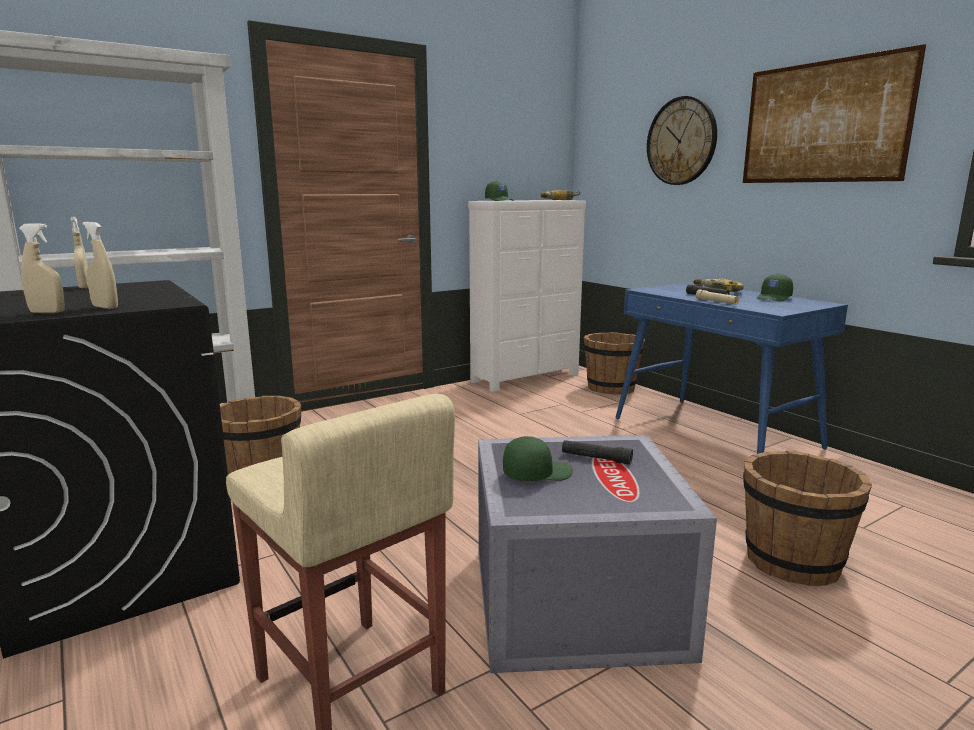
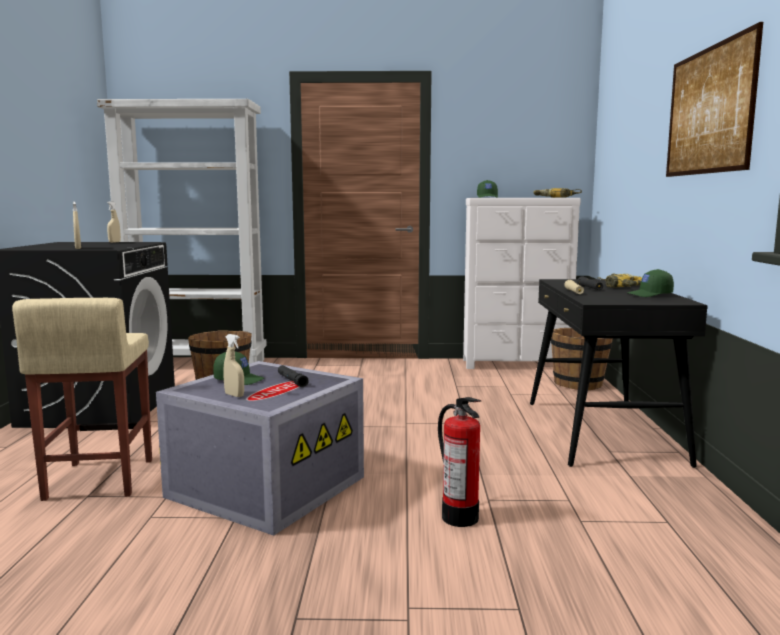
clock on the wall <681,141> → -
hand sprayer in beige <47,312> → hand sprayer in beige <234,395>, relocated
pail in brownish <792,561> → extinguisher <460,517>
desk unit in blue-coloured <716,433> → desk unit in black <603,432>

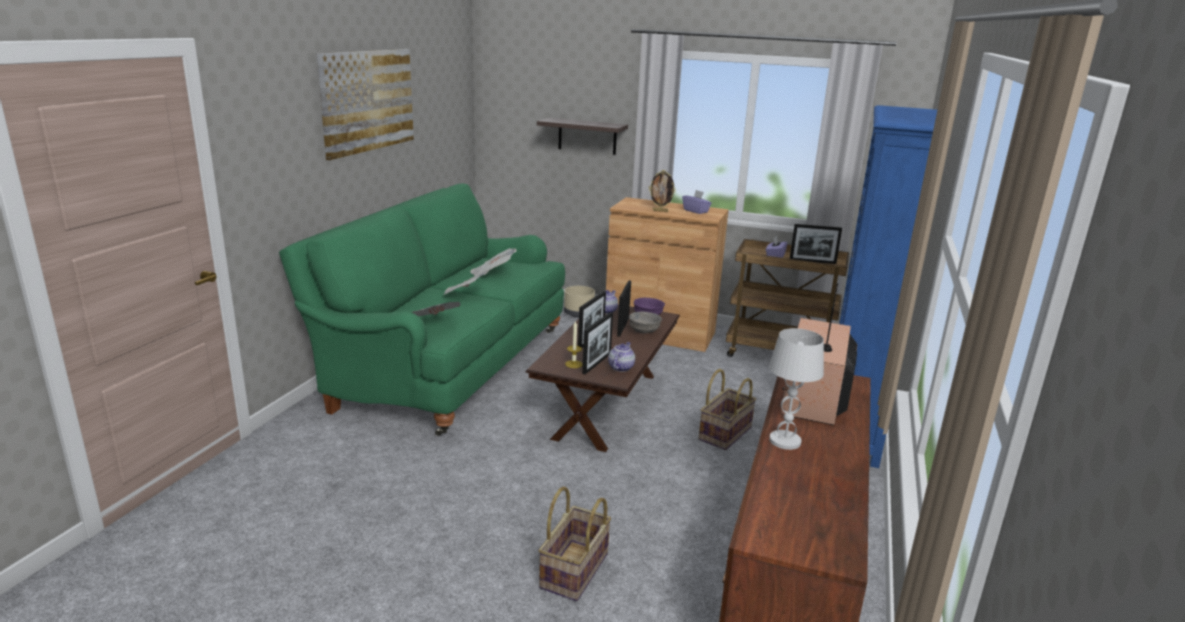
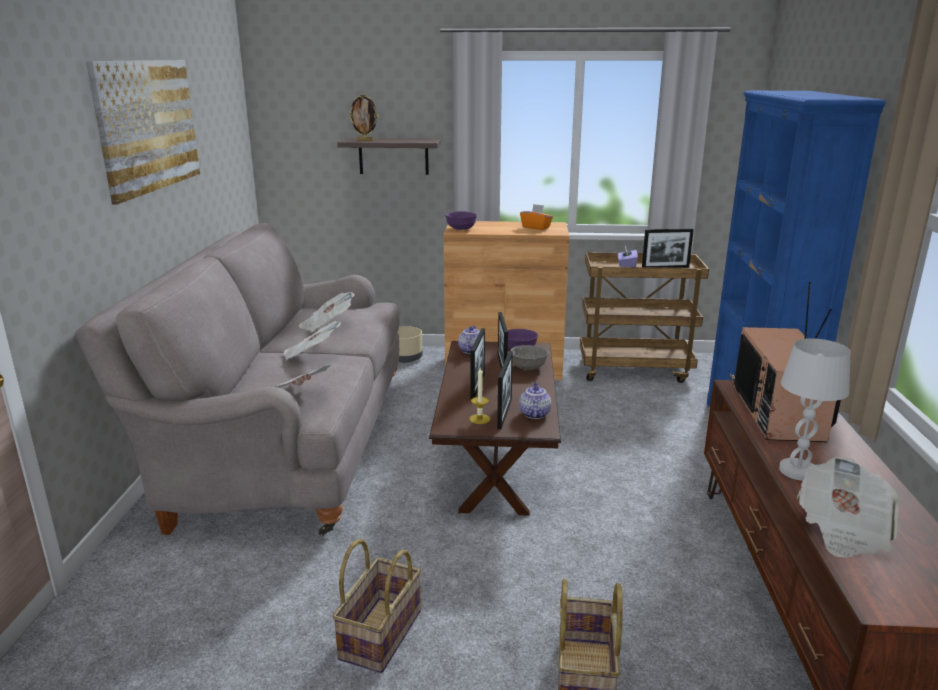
- → deep dish in purple-coloured <460,229>
- → newspaper <843,530>
picture frame <660,211> → picture frame <365,140>, relocated
storage basket <724,433> → storage basket <379,634>, relocated
couch in green-coloured <445,365> → couch in gray <285,444>
tissue holder in purple-coloured <696,211> → tissue holder in orange-coloured <536,227>

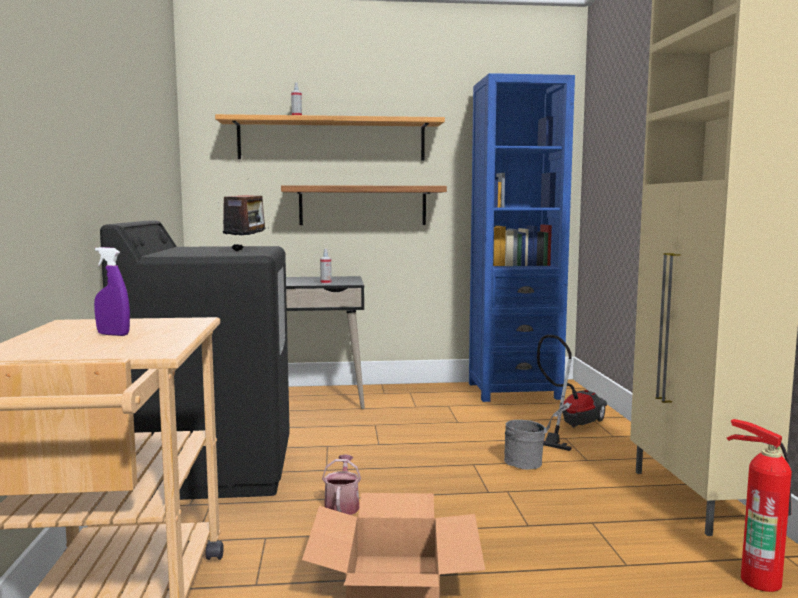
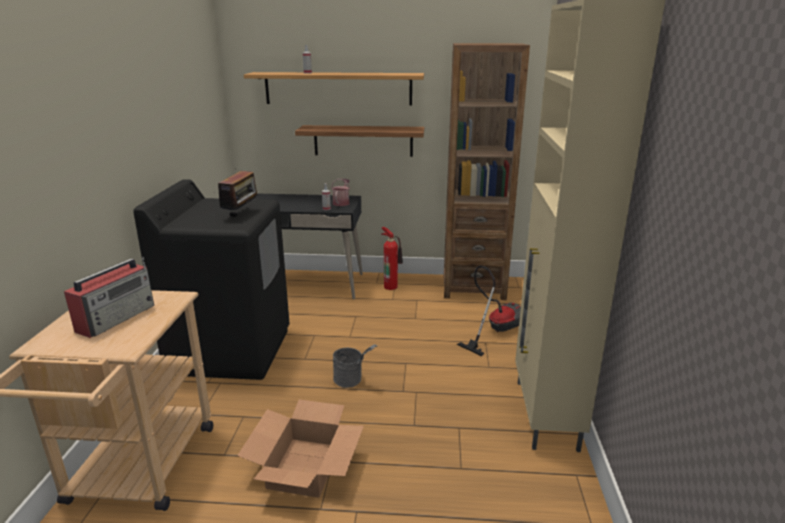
watering can <342,505> → watering can <341,202>, relocated
pail in gray <531,463> → pail in gray <352,381>, relocated
extinguisher <759,579> → extinguisher <391,286>, relocated
hand sprayer in purple-coloured <113,334> → radio set <117,317>
bookshelf in blue-coloured <514,391> → bookshelf in brownish <473,287>

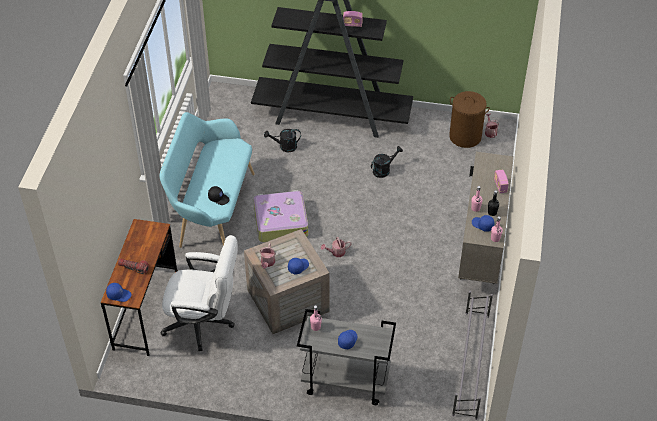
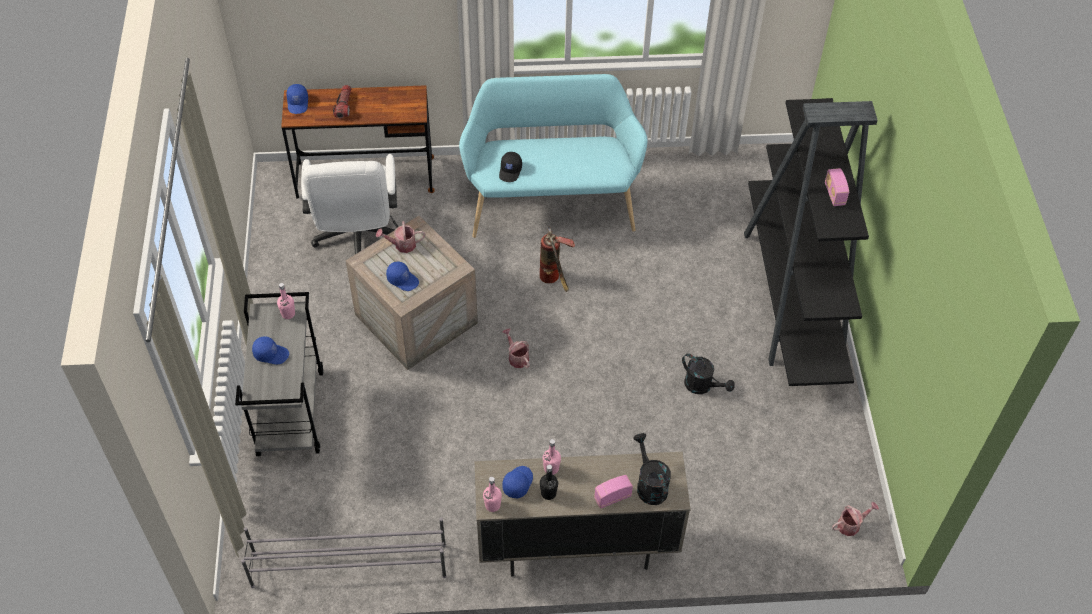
laundry basket in brownish <465,137> → -
watering can in black <285,147> → watering can in black <649,484>, relocated
piece of luggage <280,222> → extinguisher <554,280>

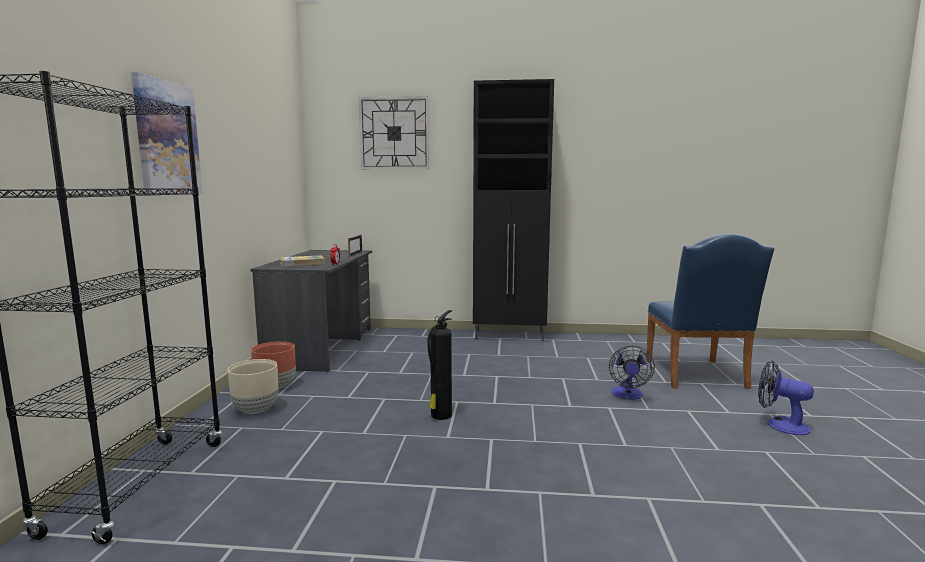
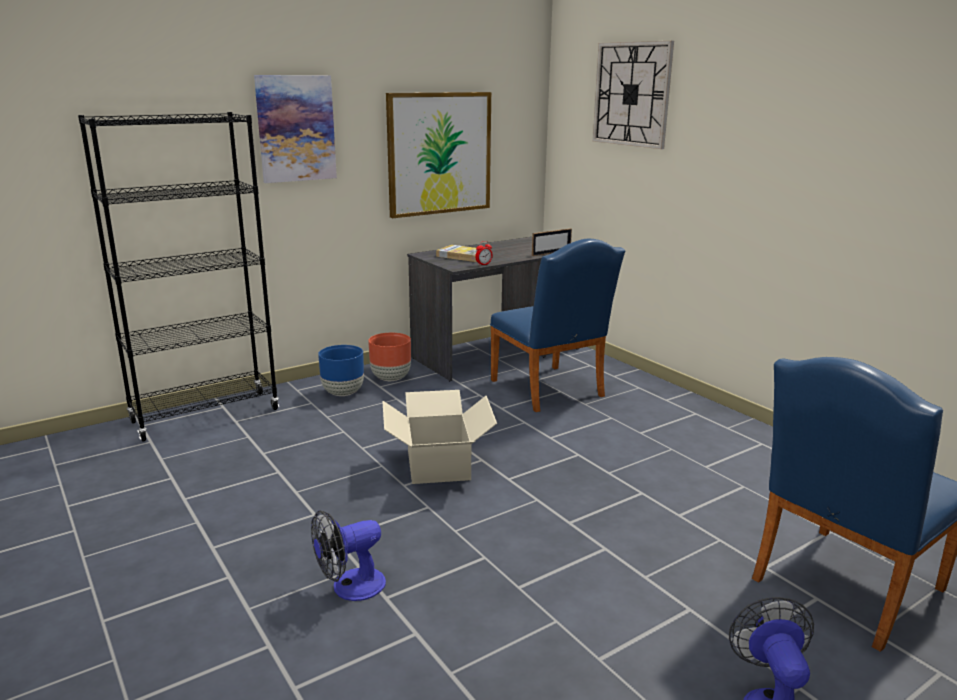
storage cabinet in black <510,336> → -
- → wall art <439,153>
- → upright chair in blue-coloured <550,391>
cooling fan <627,395> → cooling fan <350,587>, relocated
extinguisher <440,416> → packing box <439,465>
plant pot in beige <255,410> → plant pot in blue-coloured <342,393>

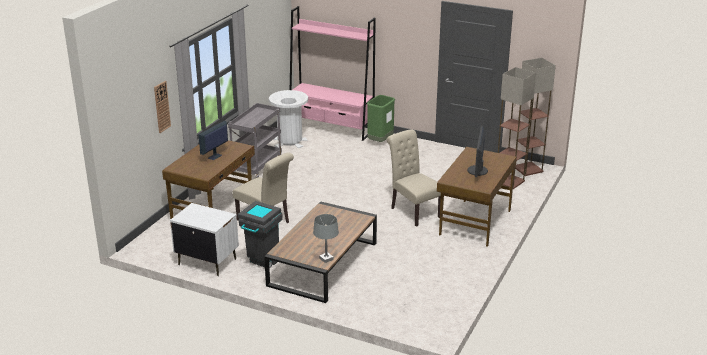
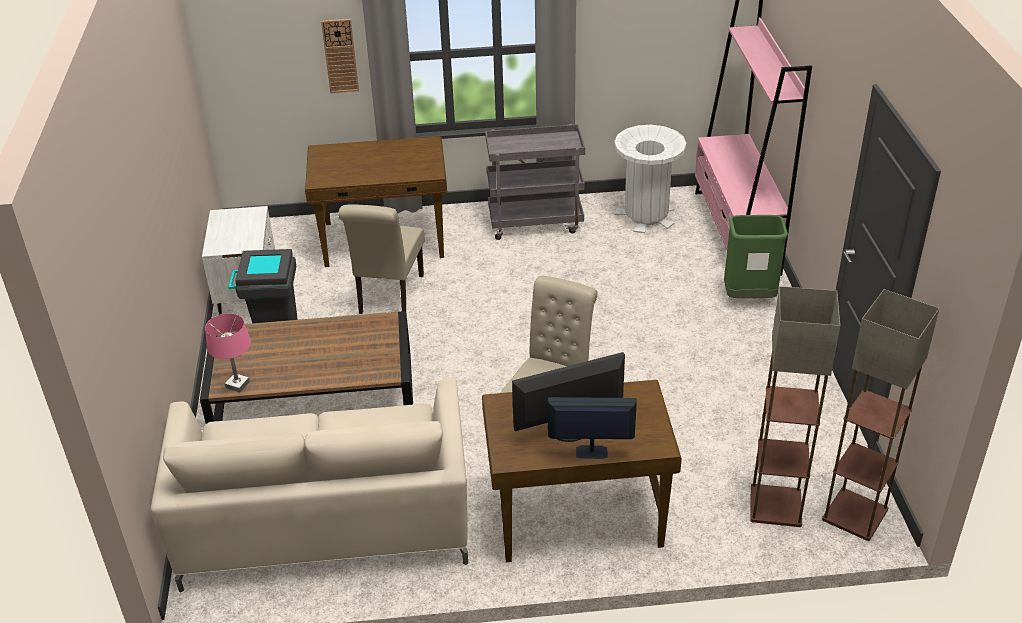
- → couch in beige <326,521>
computer screen <214,156> → computer screen <590,452>, relocated
lamp for a table in gray <326,259> → lamp for a table in pink-coloured <237,385>

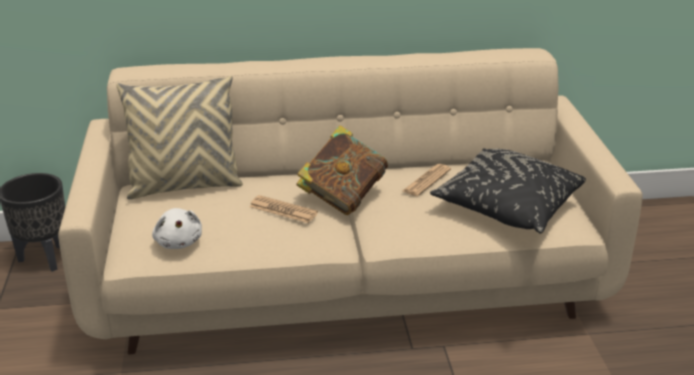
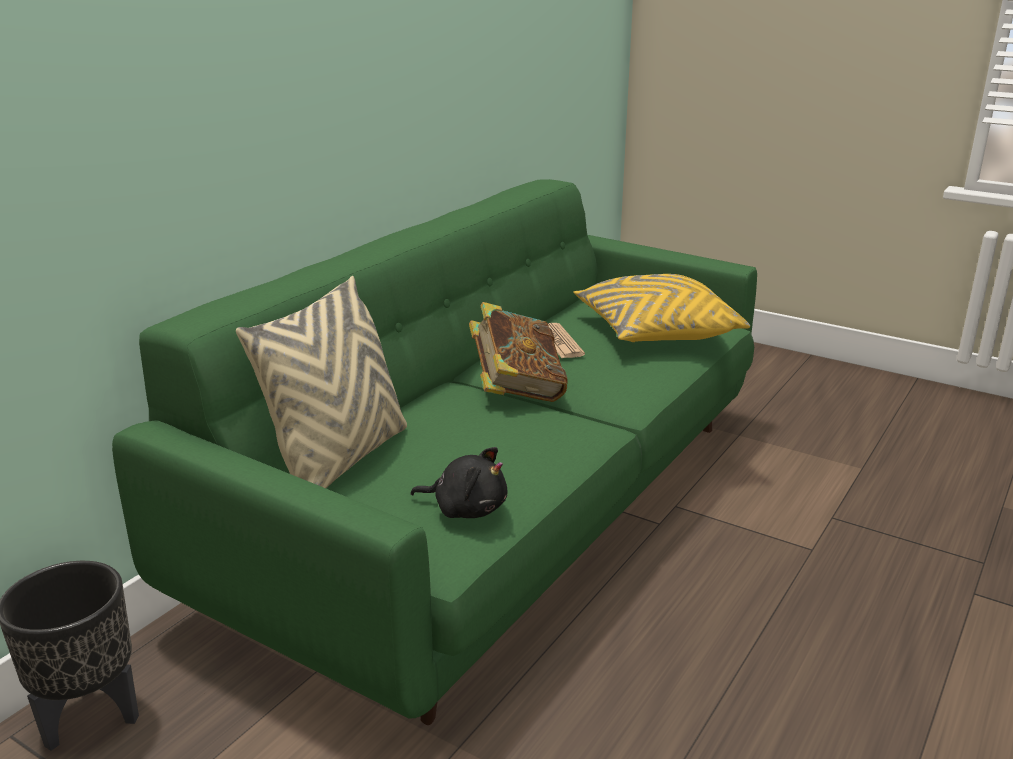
newspaper <283,210> → -
couch in beige <347,281> → couch in green-coloured <505,508>
soft toy in white-coloured <178,242> → soft toy in black <466,509>
cushion in black <507,207> → cushion in yellow-coloured <655,333>

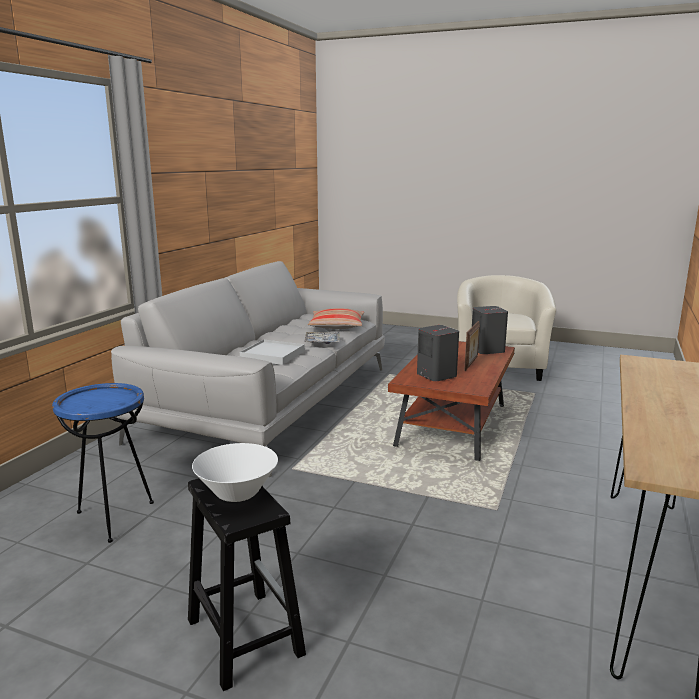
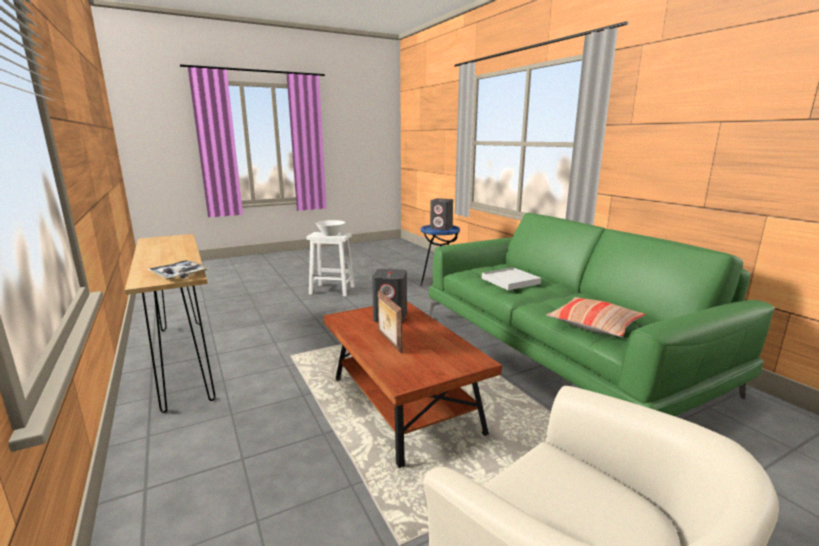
carrying tray <322,342> → carrying tray <179,275>, relocated
loudspeaker in gray <487,350> → loudspeaker in gray <441,228>, relocated
couch in gray <272,401> → couch in green-coloured <560,352>
sitting stool in black <243,636> → sitting stool in white-coloured <333,290>

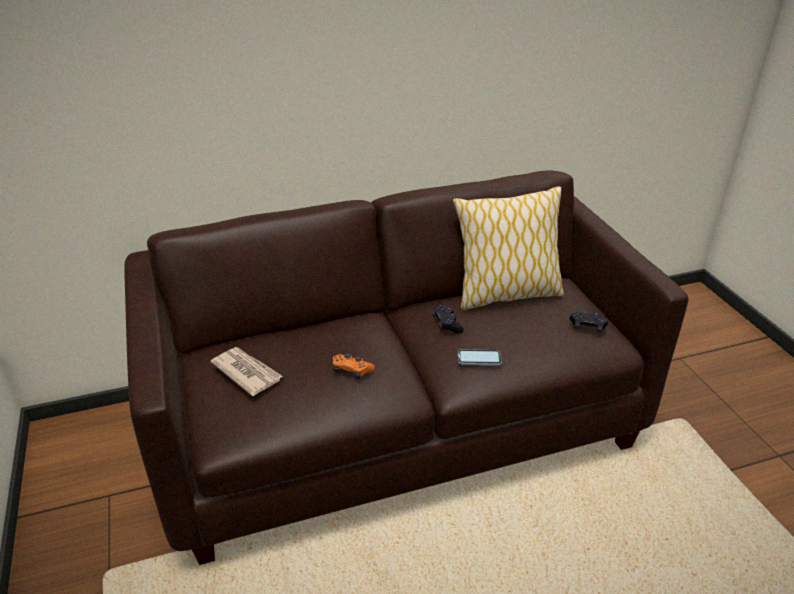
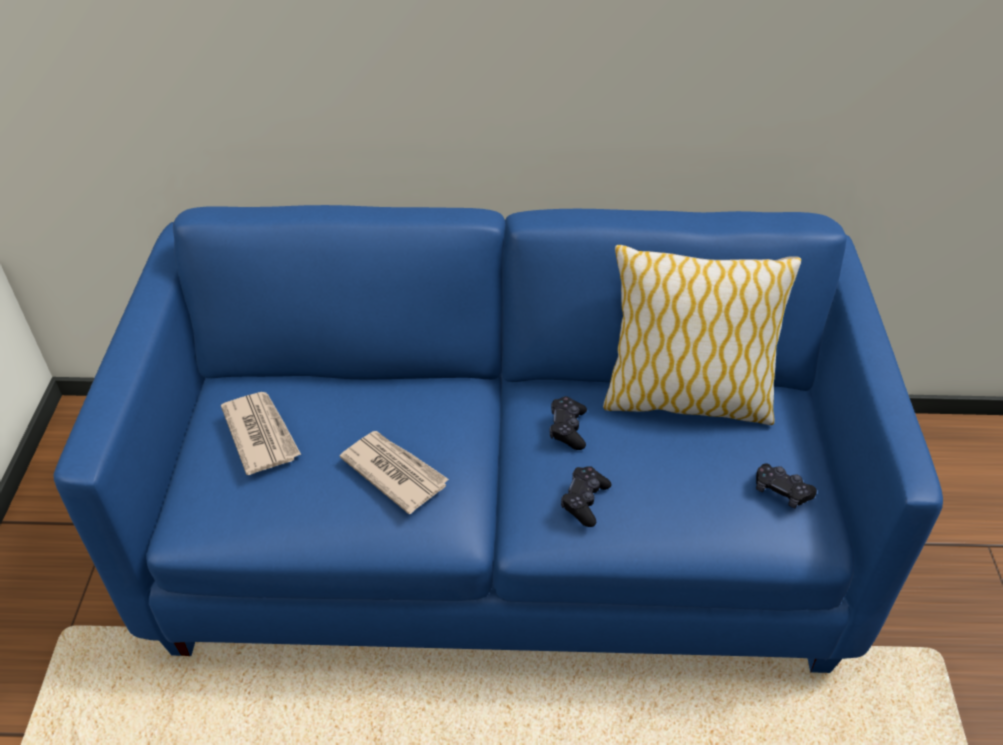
joypad in orange-coloured <352,371> → newspaper <394,472>
handset <479,358> → joypad in black <584,501>
couch in brownish <398,424> → couch in blue-coloured <503,531>

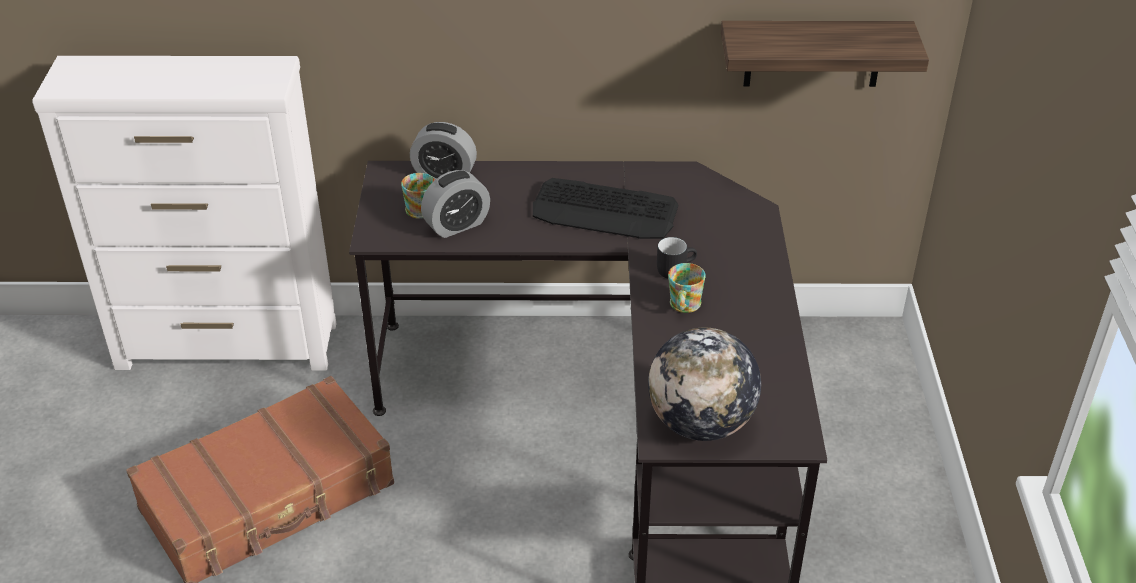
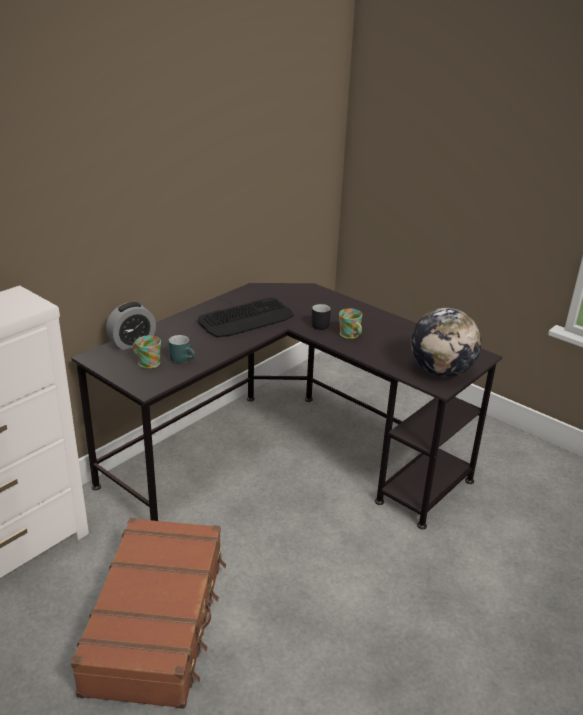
wall shelf <813,53> → -
alarm clock <457,225> → tea mug in turquoise-coloured <183,359>

